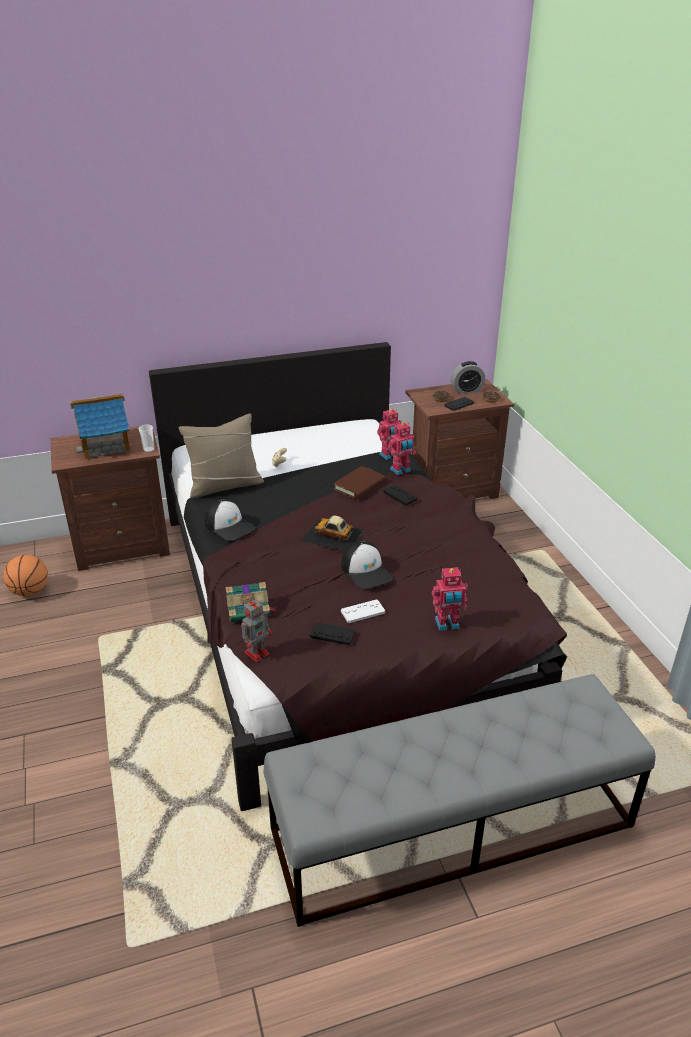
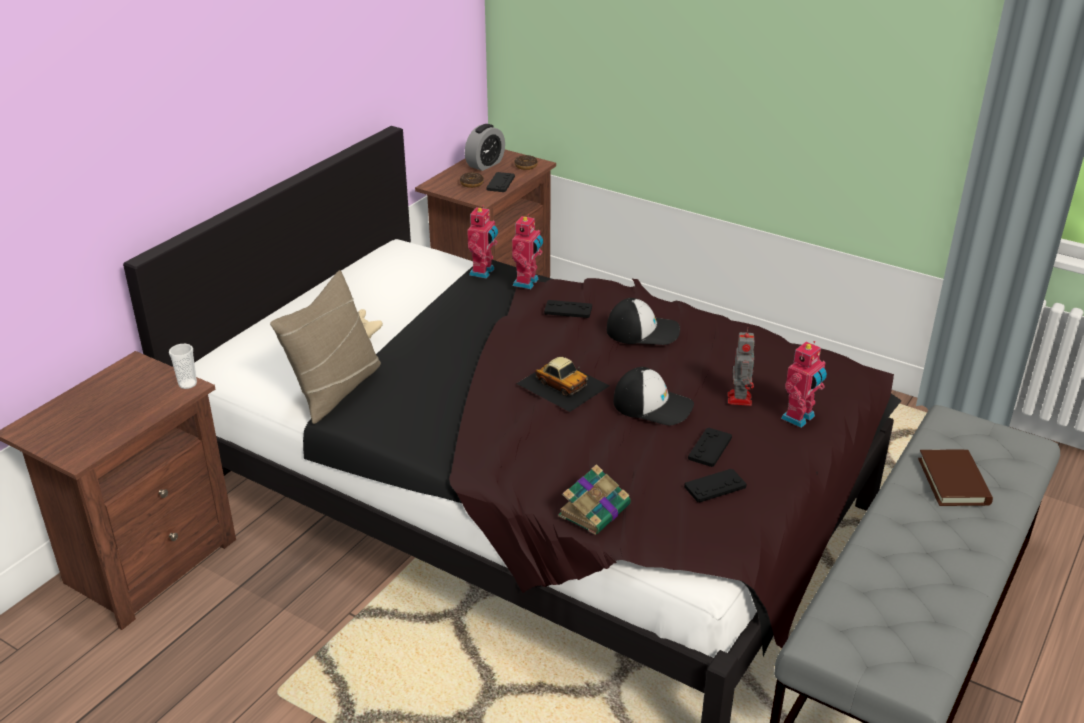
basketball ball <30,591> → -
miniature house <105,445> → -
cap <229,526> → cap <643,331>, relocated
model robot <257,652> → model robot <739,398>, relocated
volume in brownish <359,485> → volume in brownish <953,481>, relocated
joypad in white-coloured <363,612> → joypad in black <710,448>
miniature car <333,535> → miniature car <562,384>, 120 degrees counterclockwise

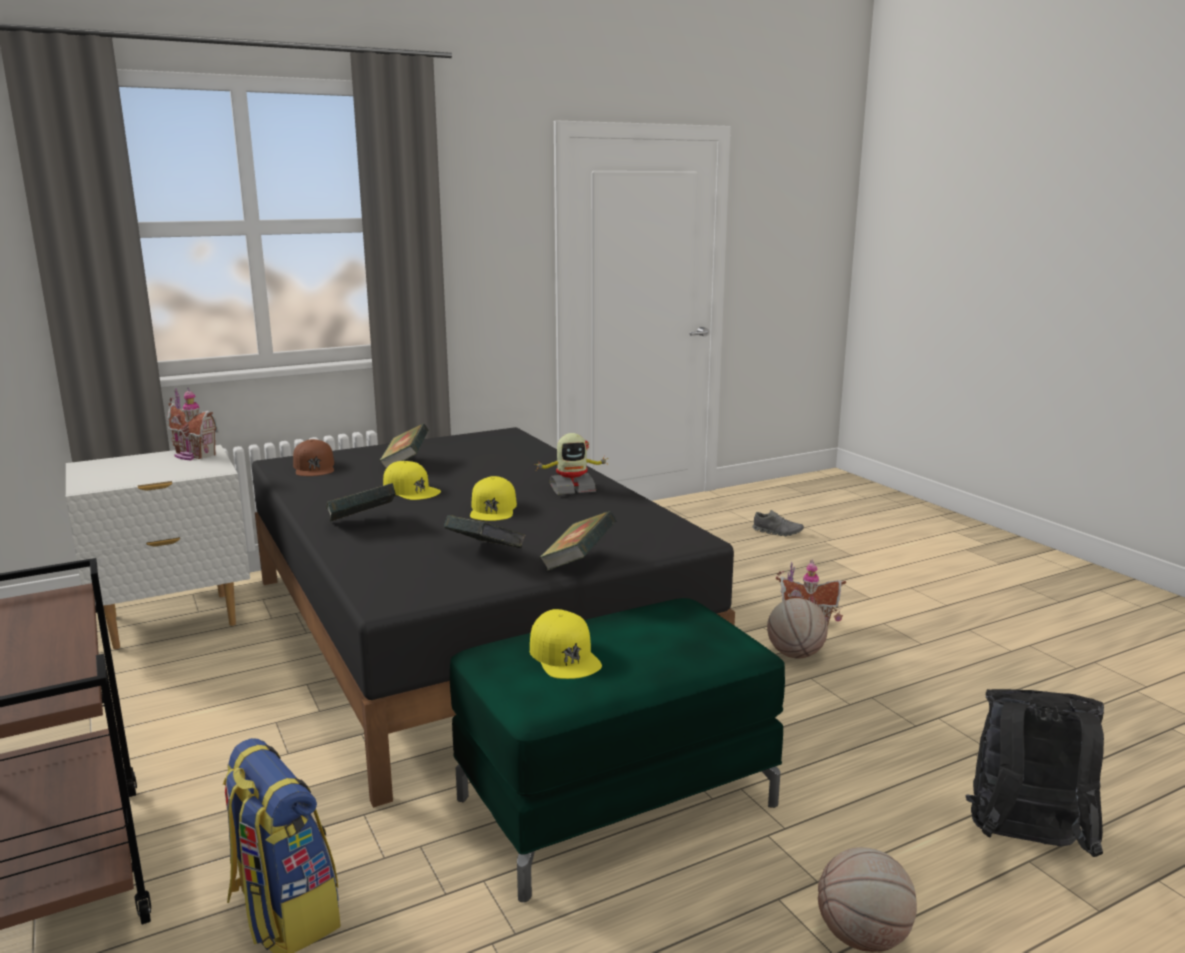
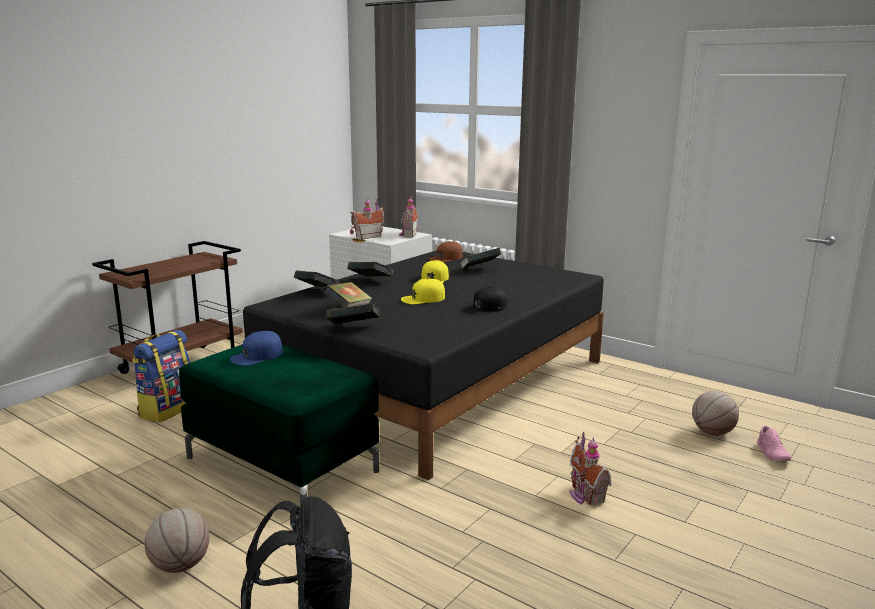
- → volume <317,292>
- → miniature house <366,236>
basketball ball <795,654> → basketball ball <712,432>, relocated
model robot <572,488> → cap in black <485,308>
cap in yellow-coloured <564,656> → cap in blue-coloured <257,356>
low shoe in gray <777,532> → low shoe in pink-coloured <772,454>

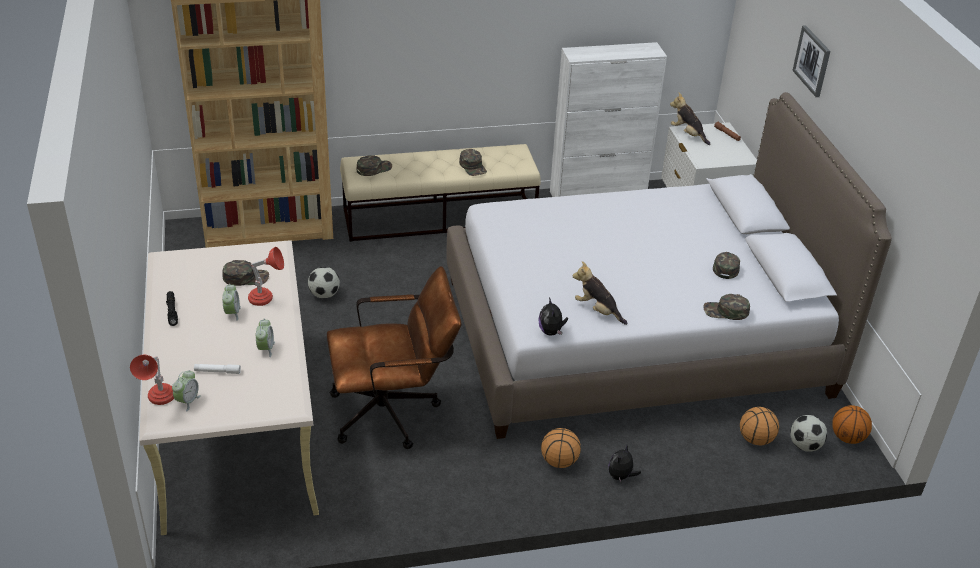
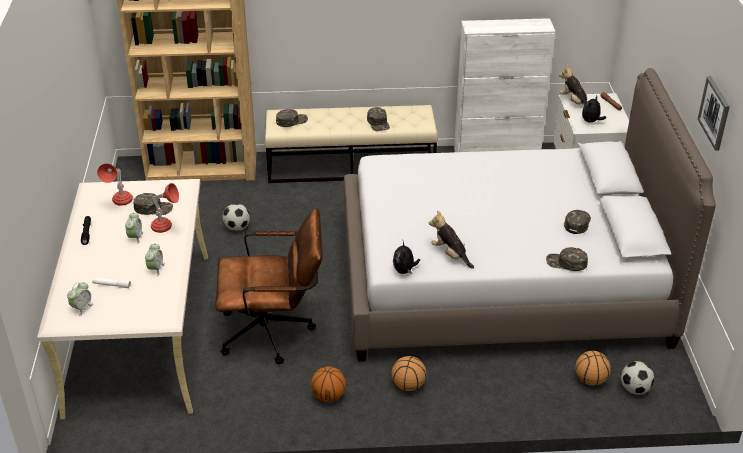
lamp for a table in red-coloured <159,402> → lamp for a table in red-coloured <120,203>, relocated
soft toy <621,476> → soft toy <591,121>, relocated
wall art <812,61> → wall art <715,113>, relocated
basketball ball <847,438> → basketball ball <328,396>, relocated

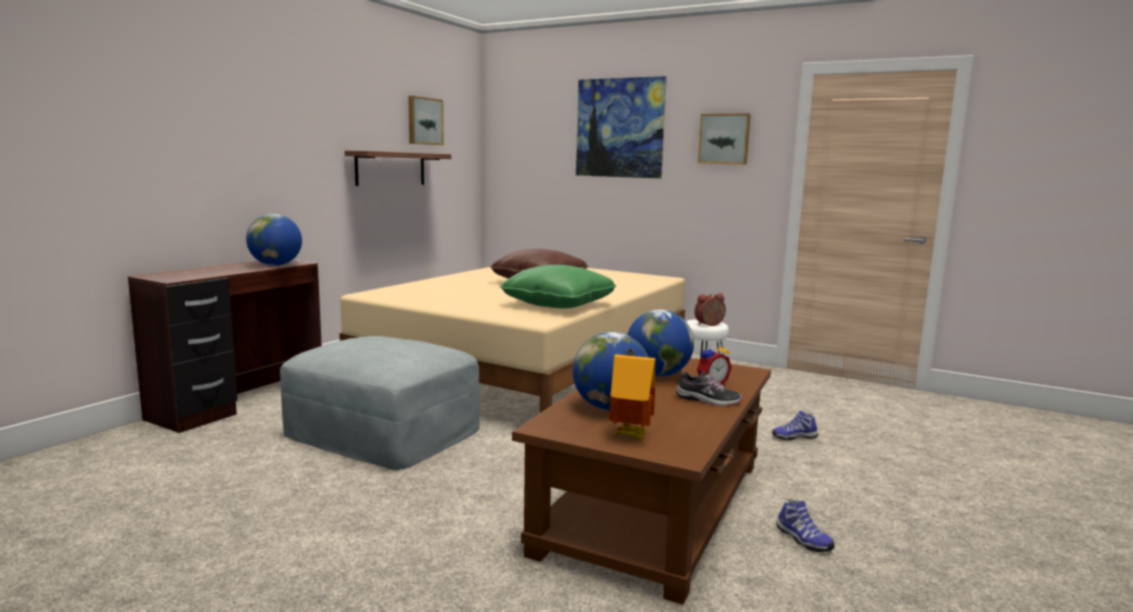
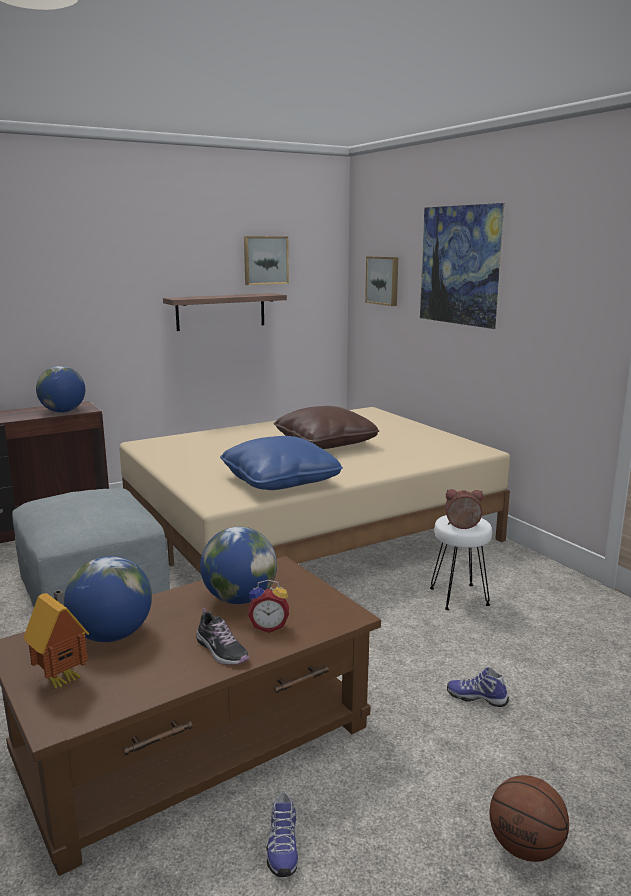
- → basketball ball <526,847>
wall art <724,139> → wall art <383,280>, relocated
cushion in green-coloured <558,305> → cushion in blue-coloured <280,481>

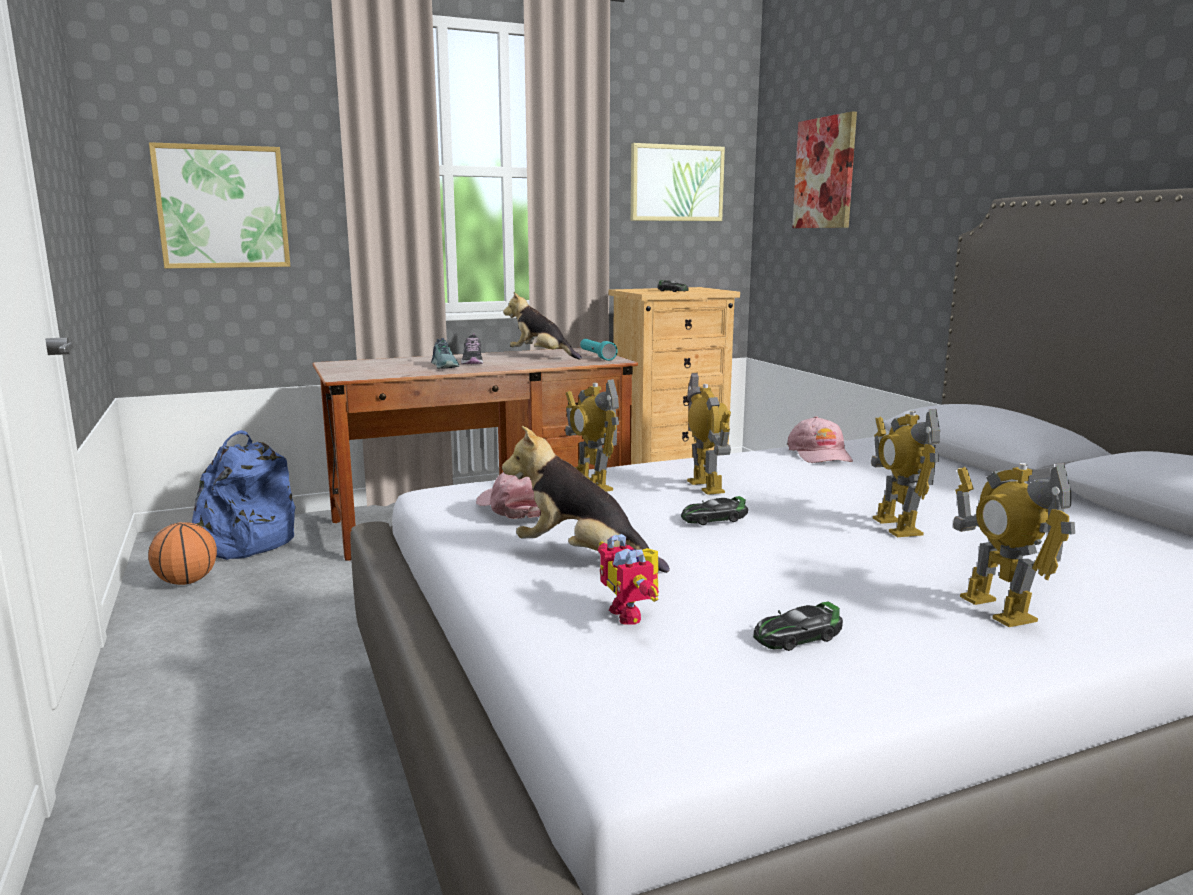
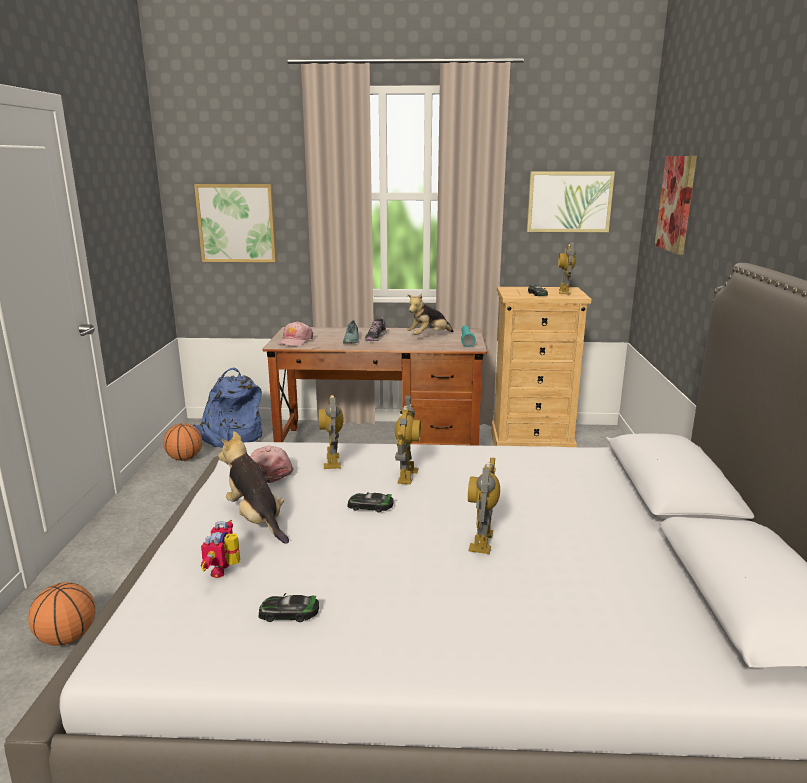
- → basketball ball <67,638>
cap in pink-coloured <820,454> → cap in pink-coloured <295,341>, relocated
model robot <996,609> → model robot <564,292>, relocated
soft toy <541,356> → soft toy <429,336>, 90 degrees counterclockwise

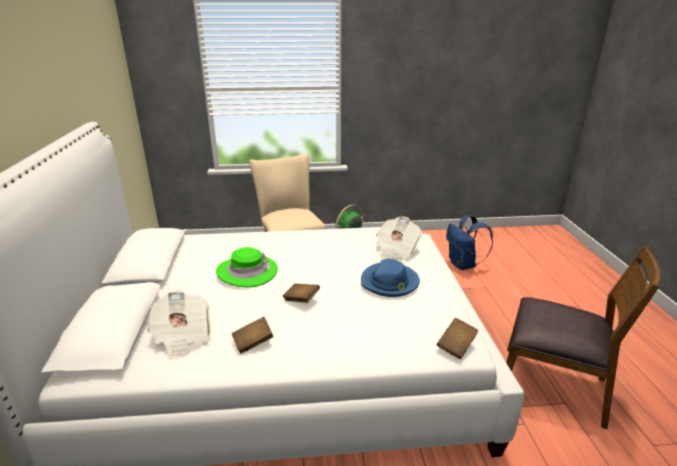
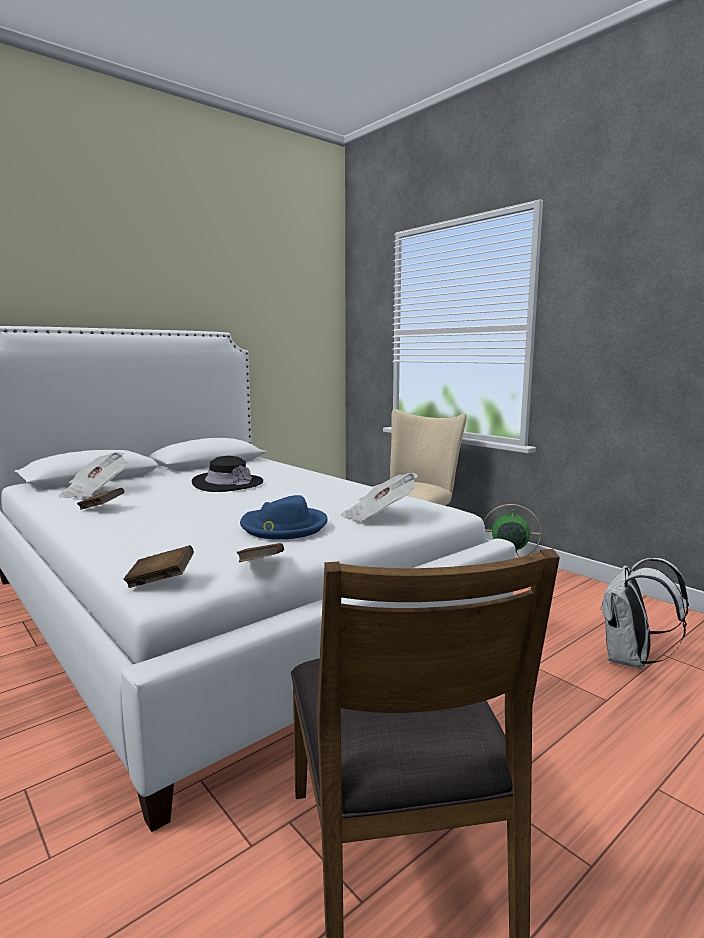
volume in brownish <301,300> → volume in brownish <261,566>, relocated
hat in green-coloured <247,272> → hat in black <228,483>
knapsack in blue-coloured <463,265> → knapsack in white-coloured <631,660>

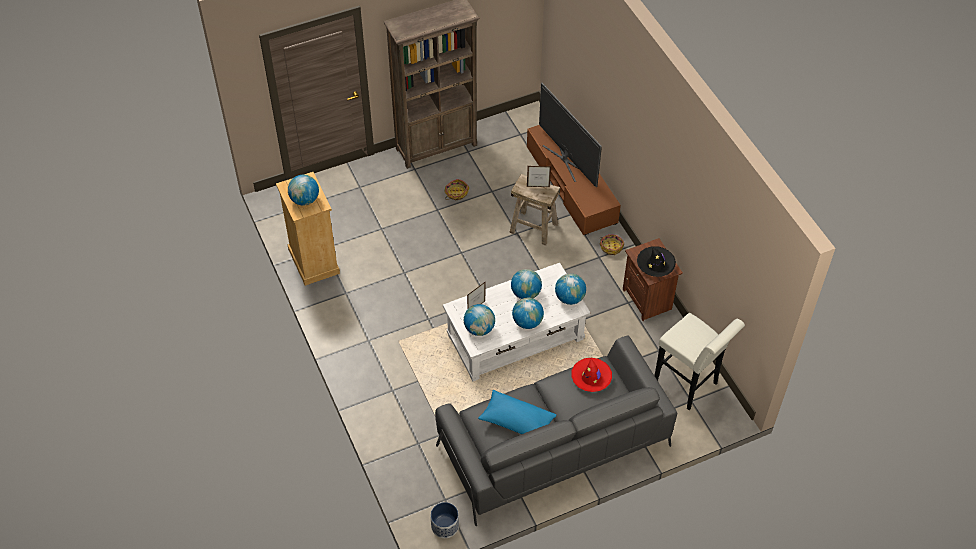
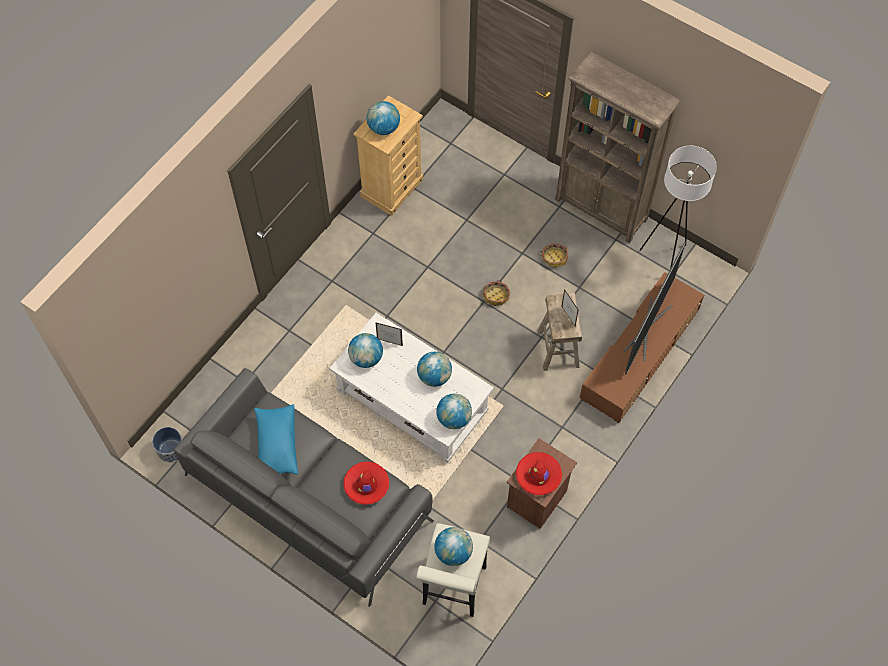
- → standing lamp in white-coloured <665,258>
world globe <527,322> → world globe <453,552>, relocated
storage basket <611,247> → storage basket <496,296>, relocated
hat in black <655,264> → hat in red-coloured <538,476>

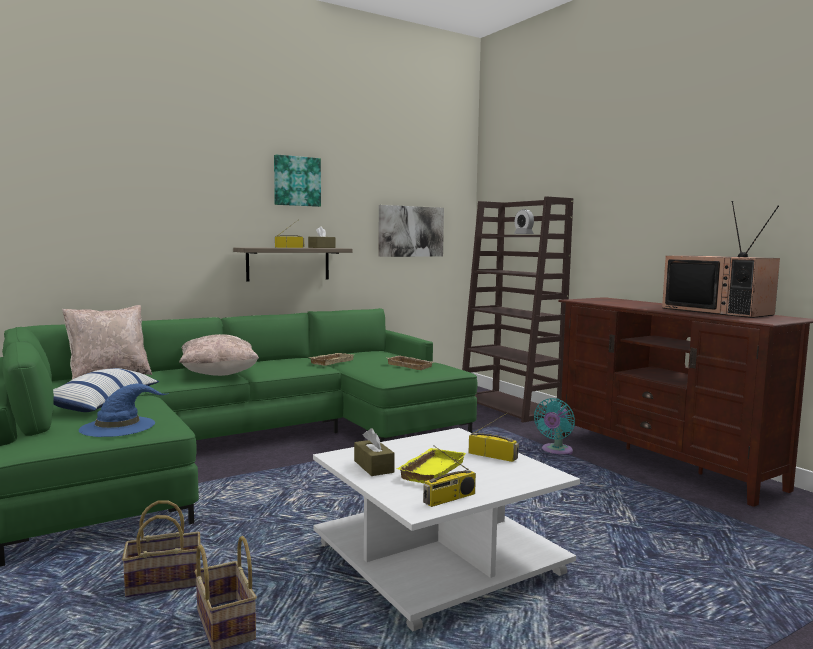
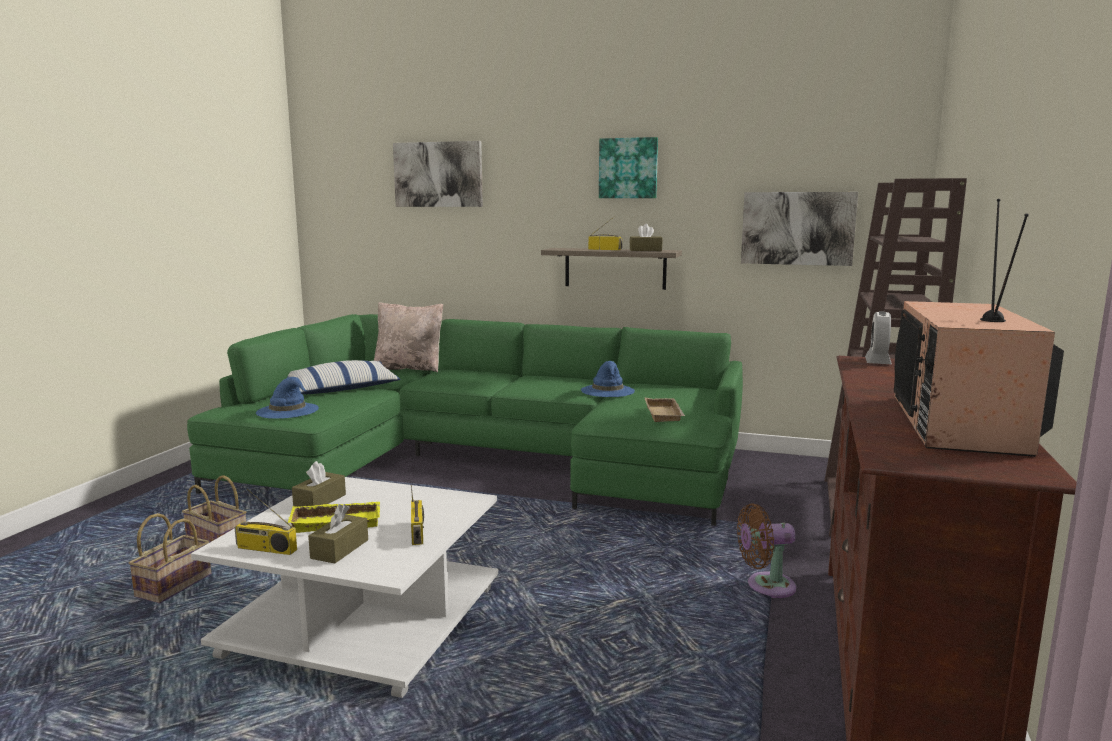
cushion in beige <219,374> → -
- → tissue holder in brownish <339,549>
- → wall art <438,174>
alarm clock <523,234> → alarm clock <877,362>, relocated
carrying tray in beige <331,361> → hat in blue-coloured <608,391>
cooling fan in turquoise-coloured <555,451> → cooling fan in brownish <765,586>

